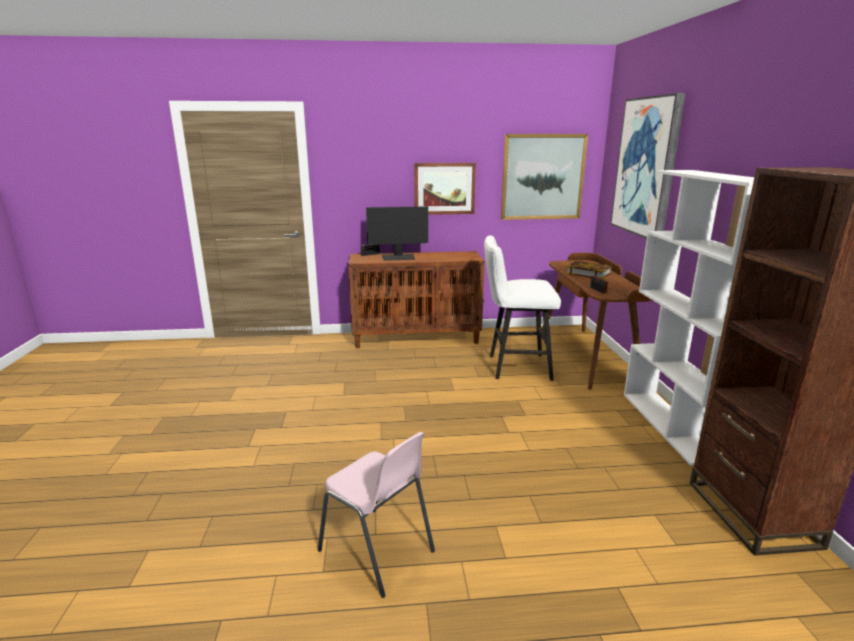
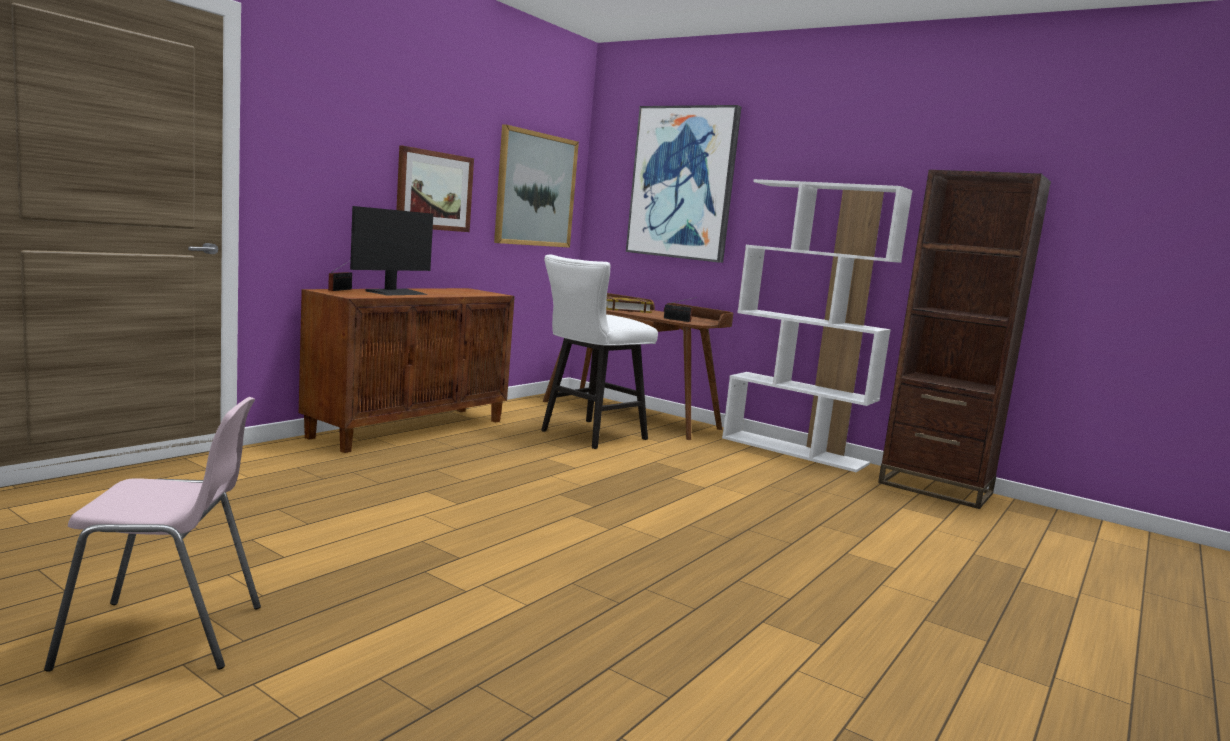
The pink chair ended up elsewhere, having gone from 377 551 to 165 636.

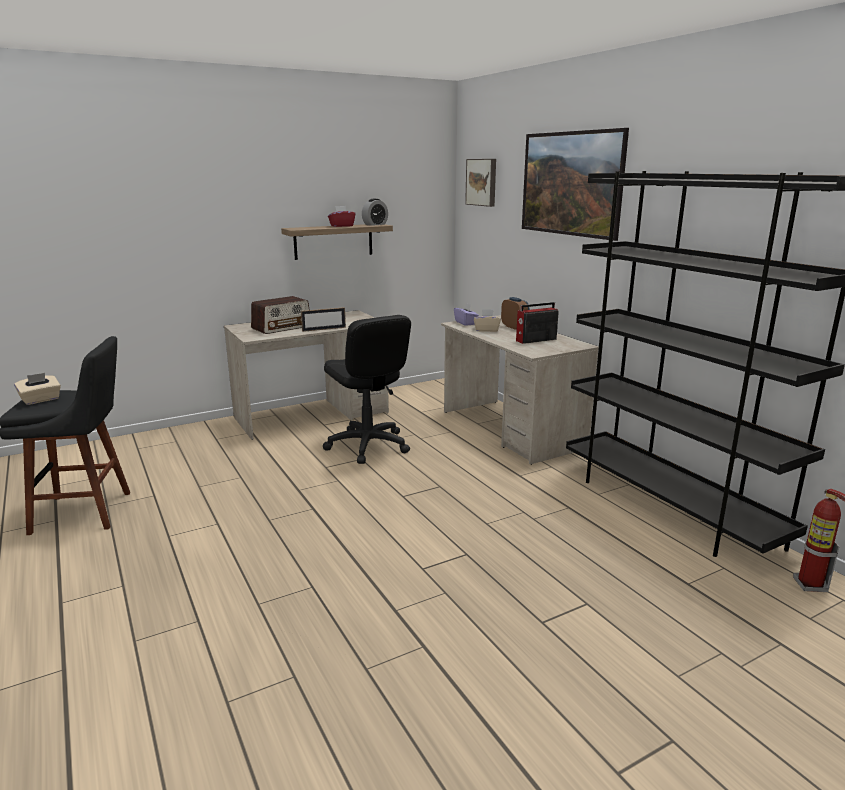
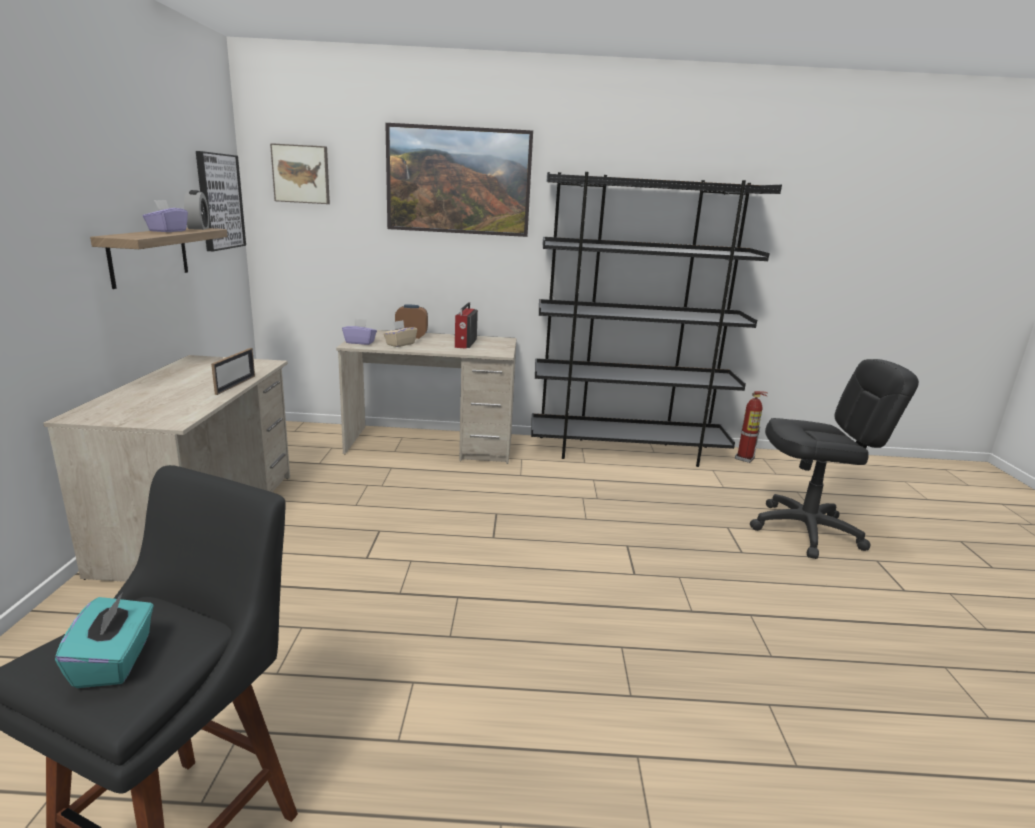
The second view lost the radio at 282 327.
The second view gained the picture at 219 201.
The black office chair ended up elsewhere, having gone from 367 445 to 806 531.
What was the beige tissue box at 40 400 turned into the turquoise tissue box at 115 661.
What was the red tissue box at 341 226 turned into the purple tissue box at 167 231.

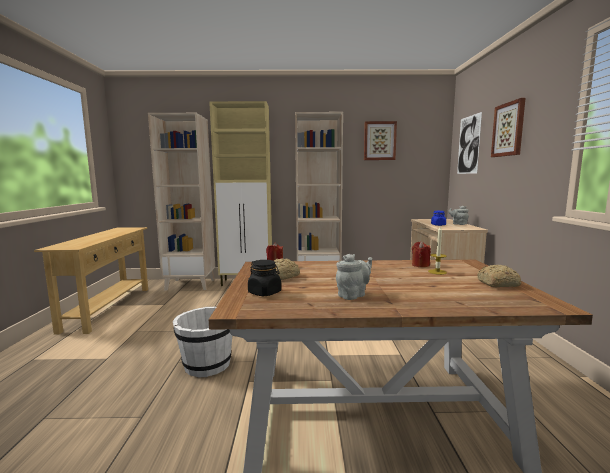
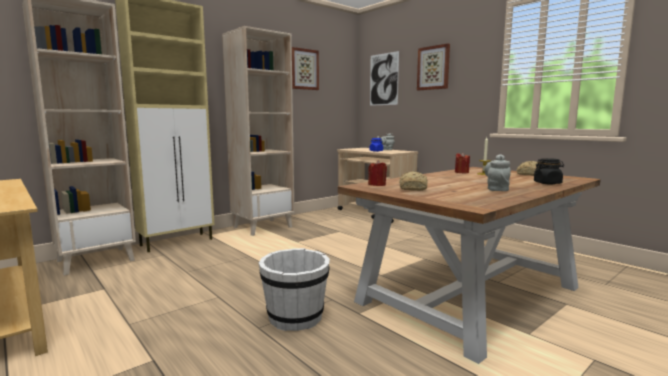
The black jar ended up elsewhere, having gone from 265 293 to 547 183.

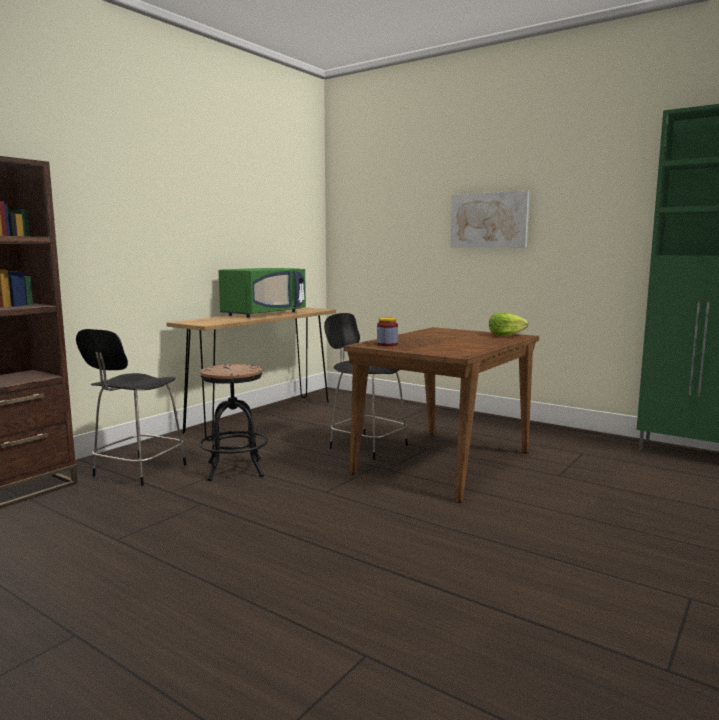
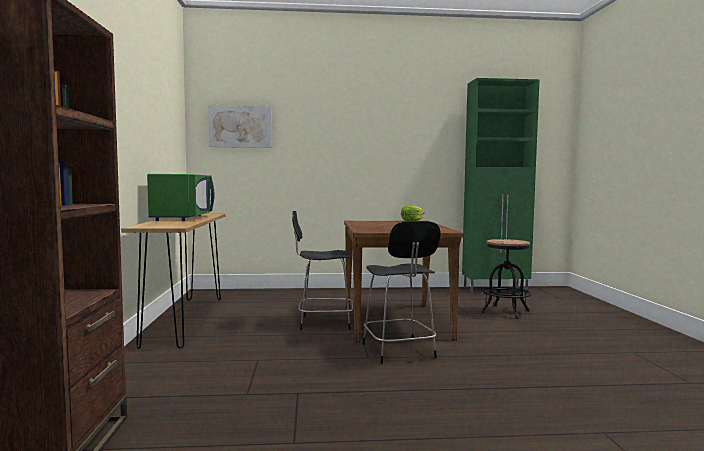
The second view lost the jar at 387 344.
The black chair ended up elsewhere, having gone from 138 471 to 399 352.
The black stool ended up elsewhere, having gone from 235 469 to 505 312.
The picture ended up elsewhere, having gone from 489 220 to 240 126.

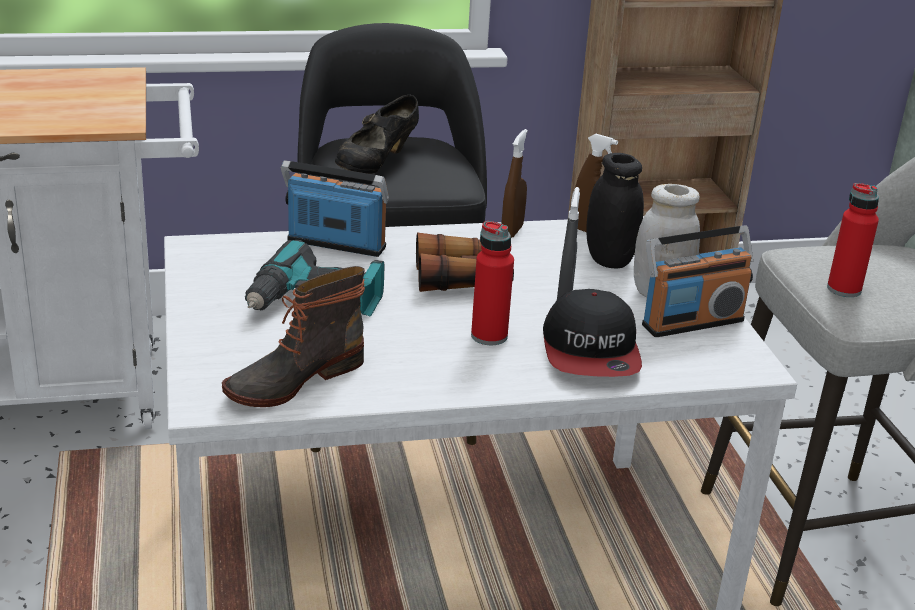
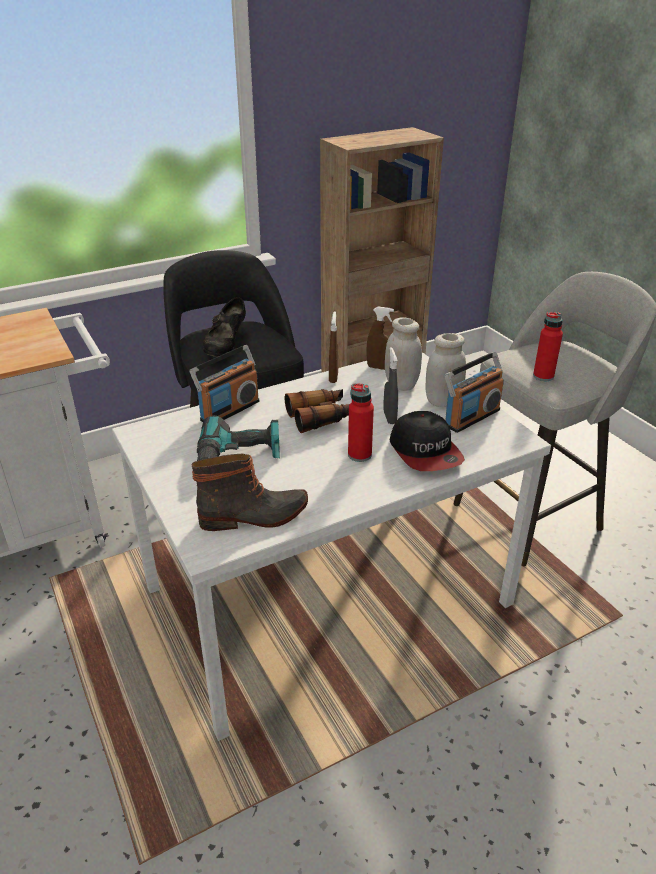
What was the black jar at 609 260 turned into the white jar at 401 385.
The boot at 293 379 ended up facing another way, 135 degrees counterclockwise from before.
The radio at 336 245 ended up facing another way, 135 degrees clockwise from before.

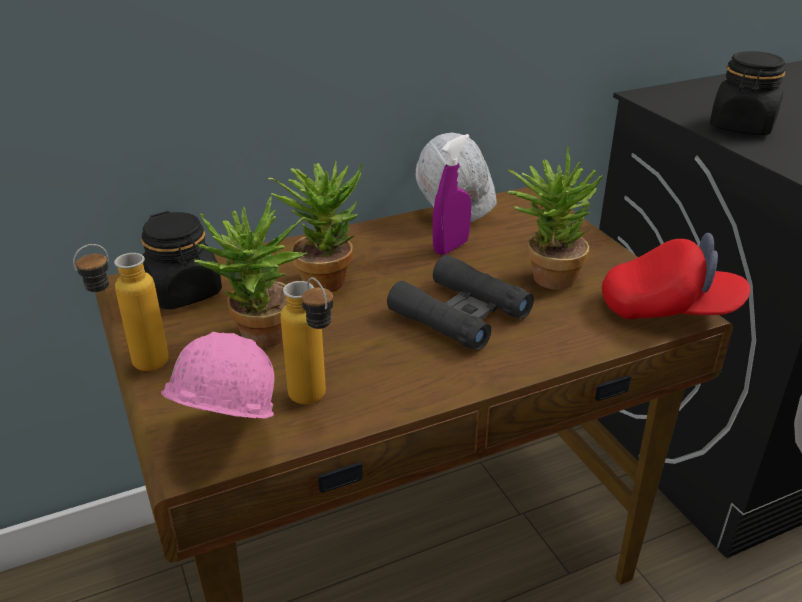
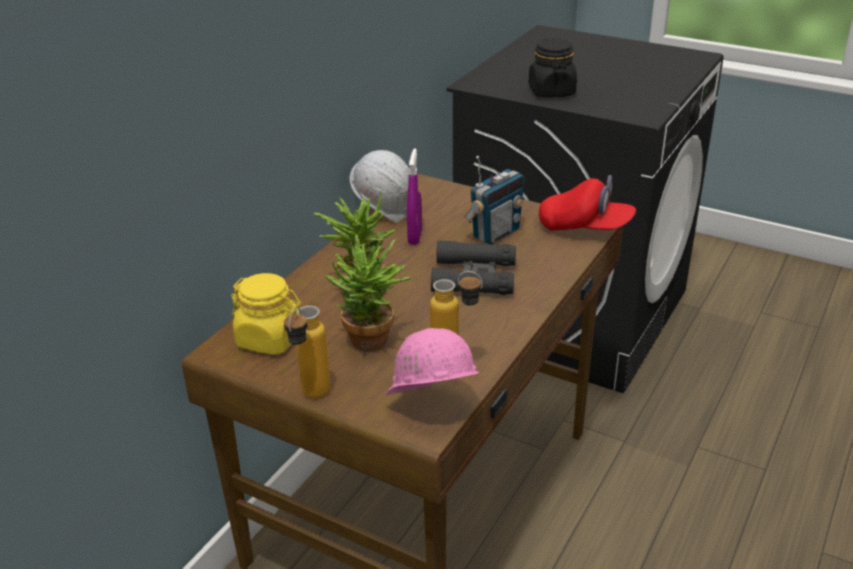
Where the potted plant stood at 545 276, the radio came to stand at 495 233.
What was the black jar at 183 292 turned into the yellow jar at 270 339.
The red cap at 669 309 ended up facing another way, 45 degrees clockwise from before.

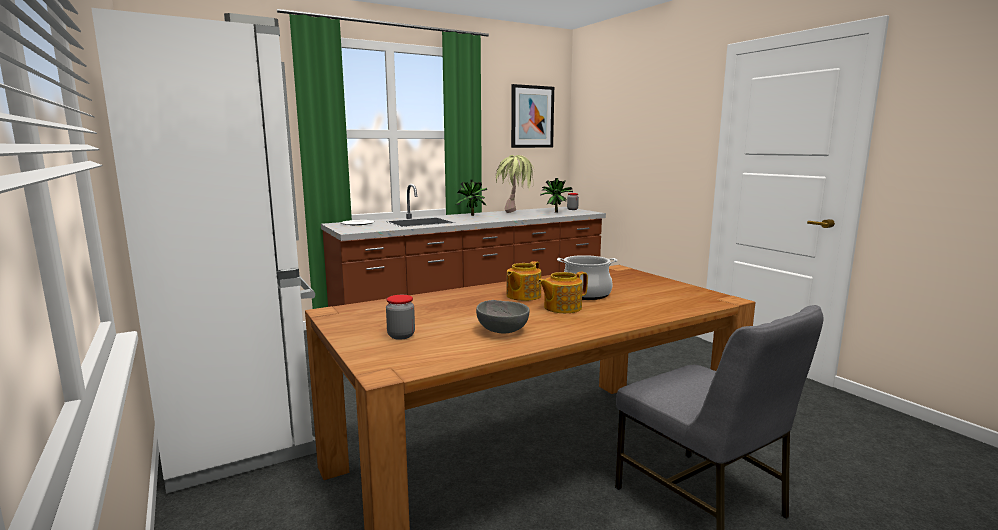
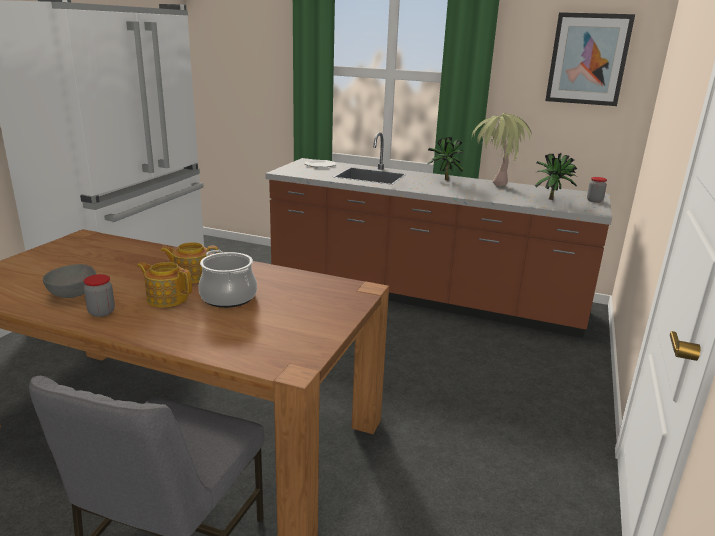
The jar ended up elsewhere, having gone from 401 336 to 101 312.

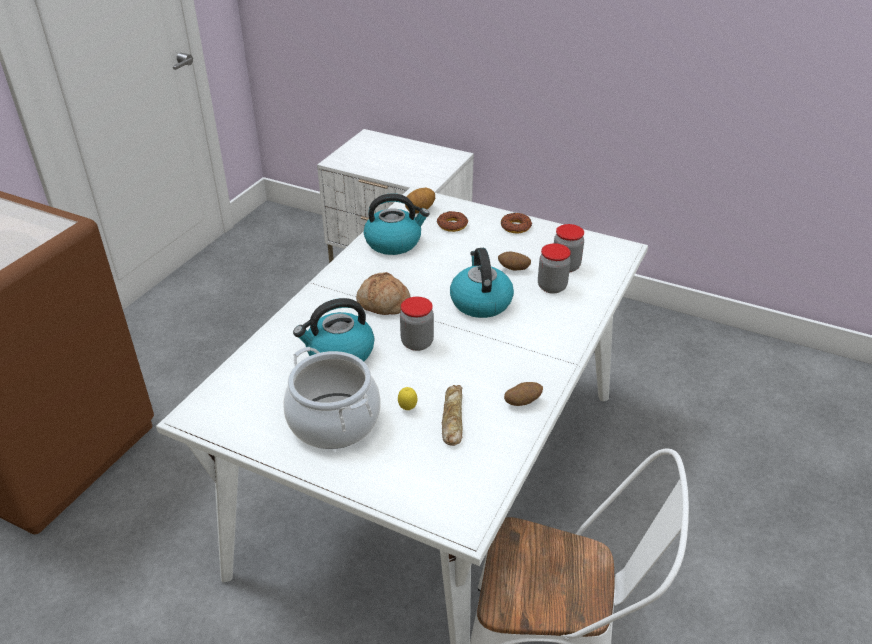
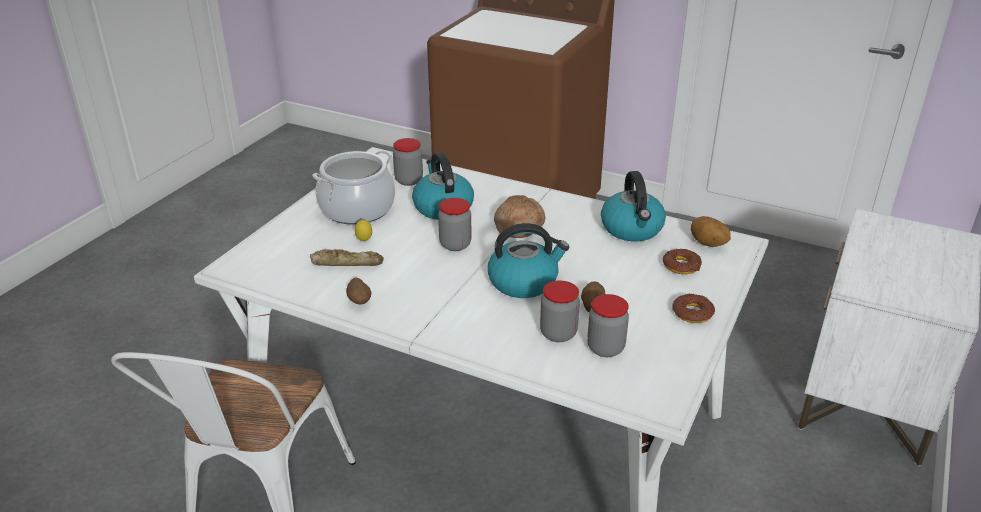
The second view gained the jar at 409 180.

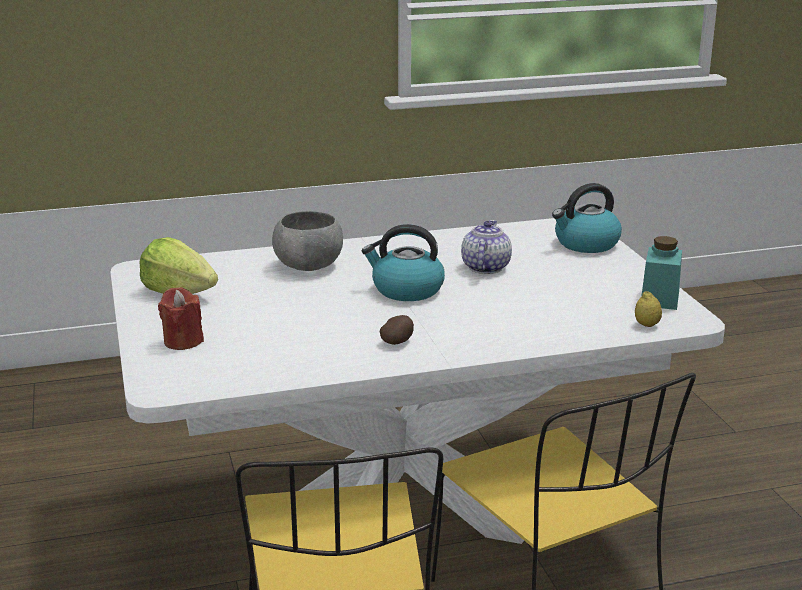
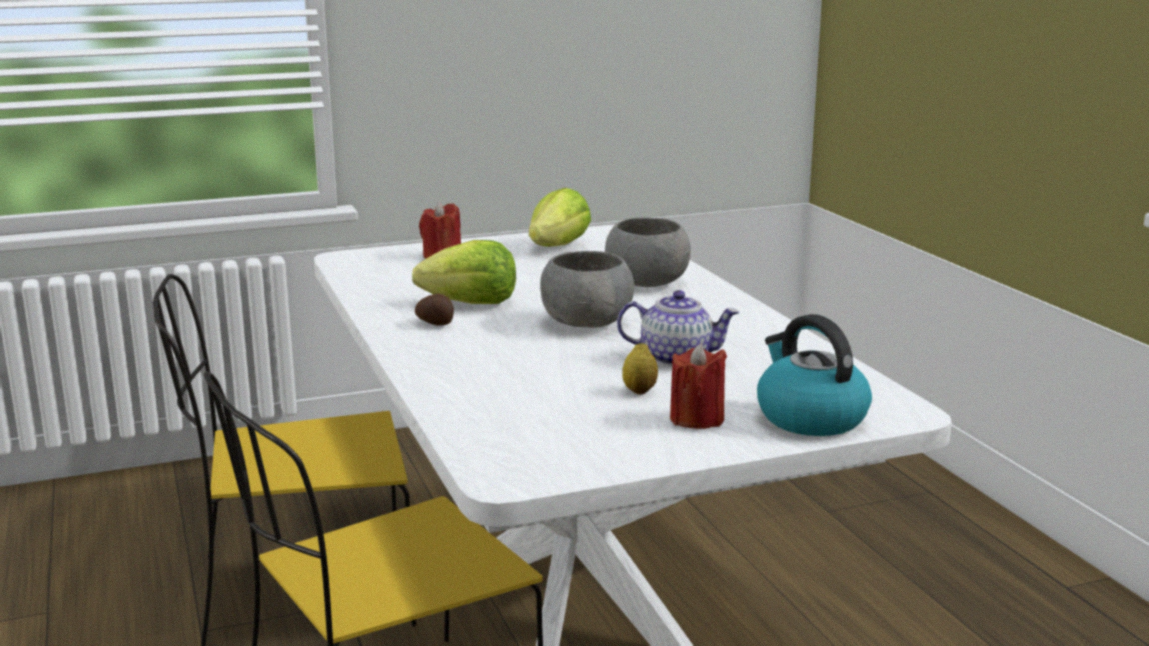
The second view lost the turquoise jar at 659 298.
The second view gained the lettuce at 471 304.
The second view gained the red candle at 697 419.
The lemon ended up elsewhere, having gone from 647 325 to 639 391.
Where the kettle stood at 406 290, the grey bowl came to stand at 585 323.

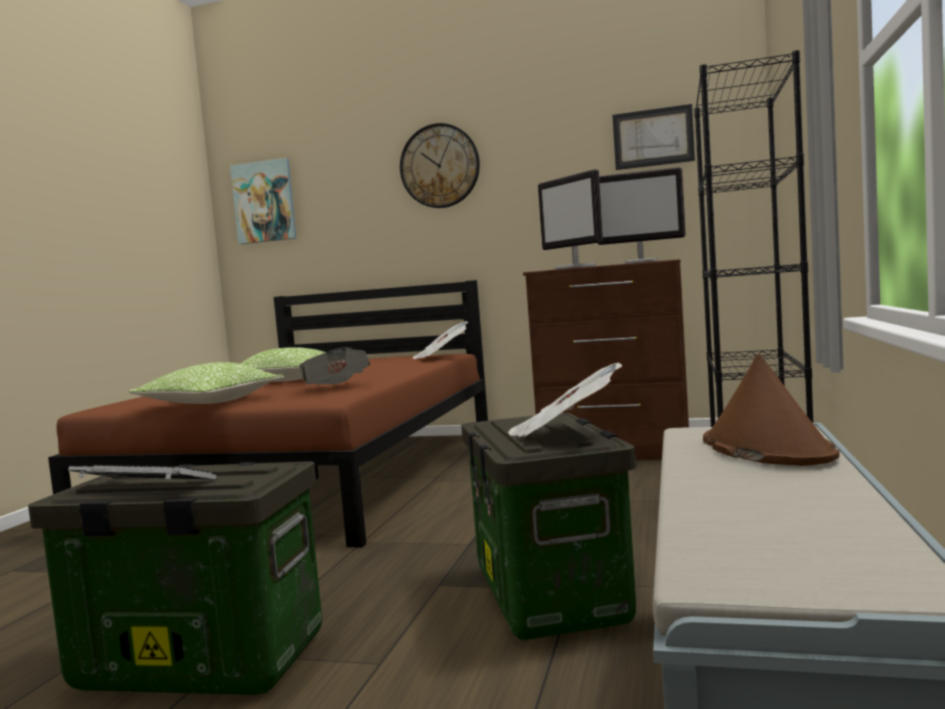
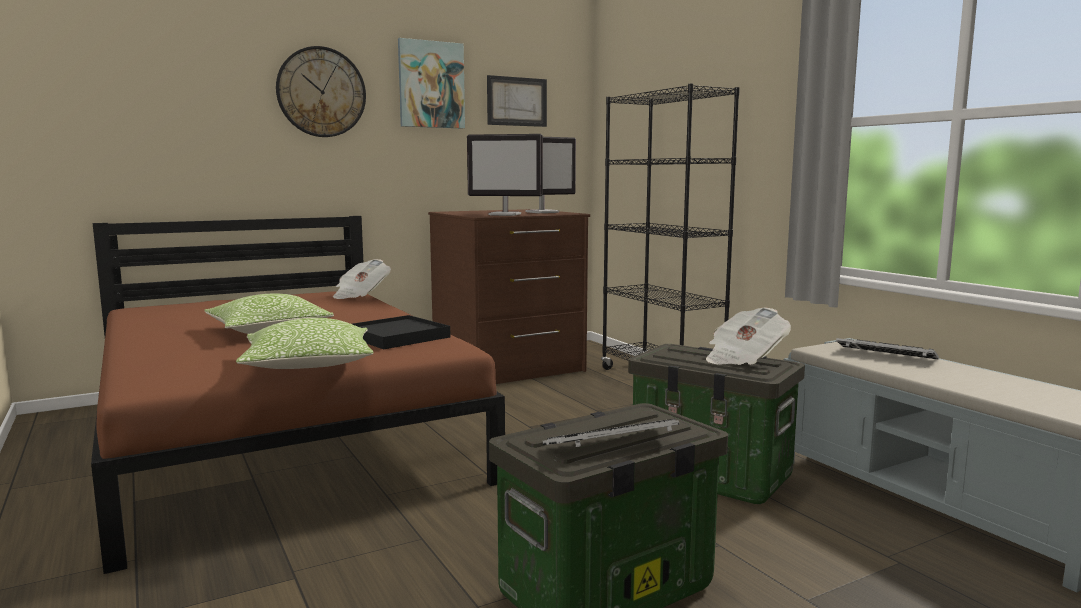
The picture ended up elsewhere, having gone from 264 202 to 431 85.
Where the newspaper stood at 336 388, the black tray came to stand at 397 337.
Where the brown hat stood at 765 448, the keyboard came to stand at 885 356.

